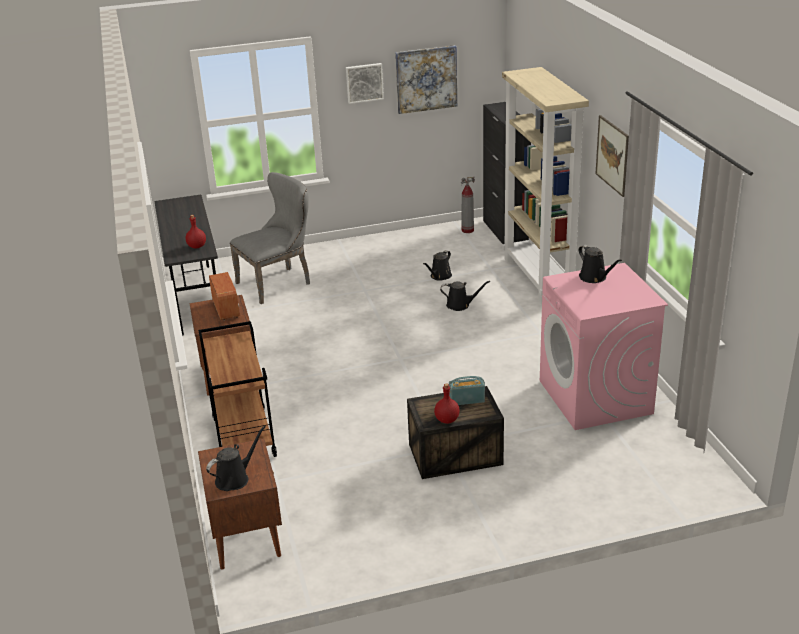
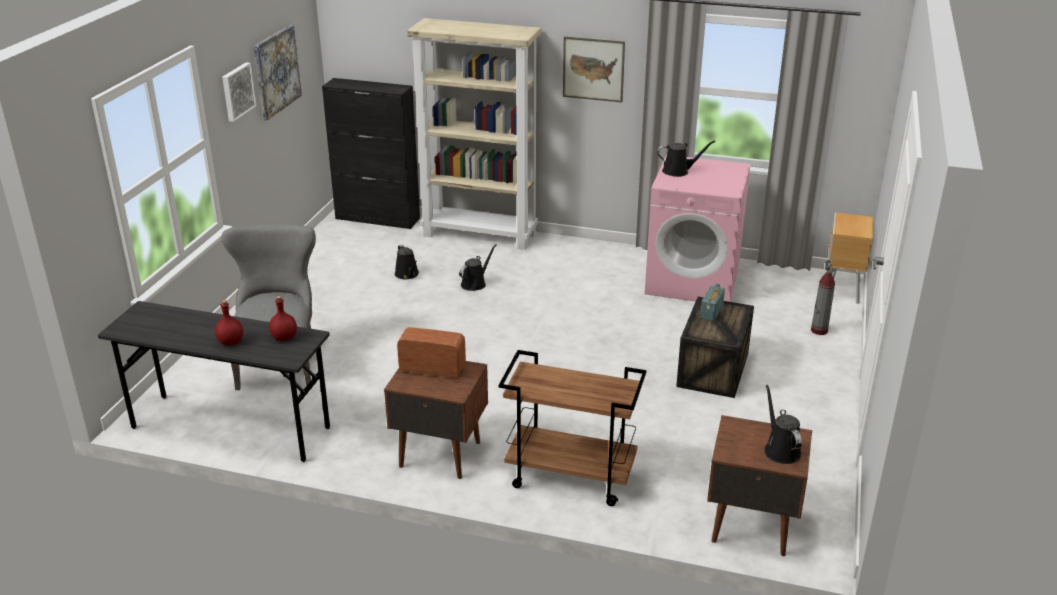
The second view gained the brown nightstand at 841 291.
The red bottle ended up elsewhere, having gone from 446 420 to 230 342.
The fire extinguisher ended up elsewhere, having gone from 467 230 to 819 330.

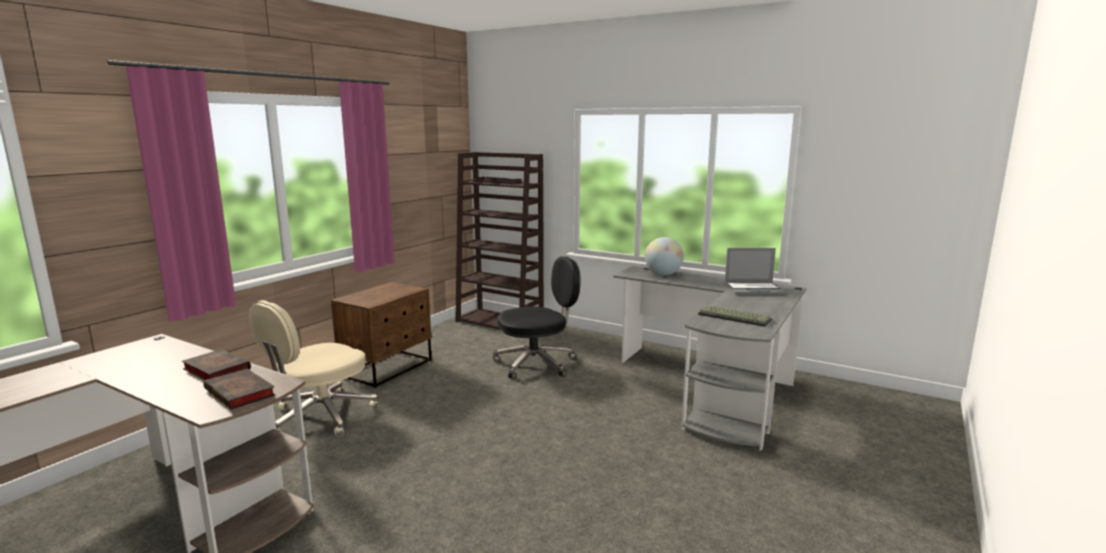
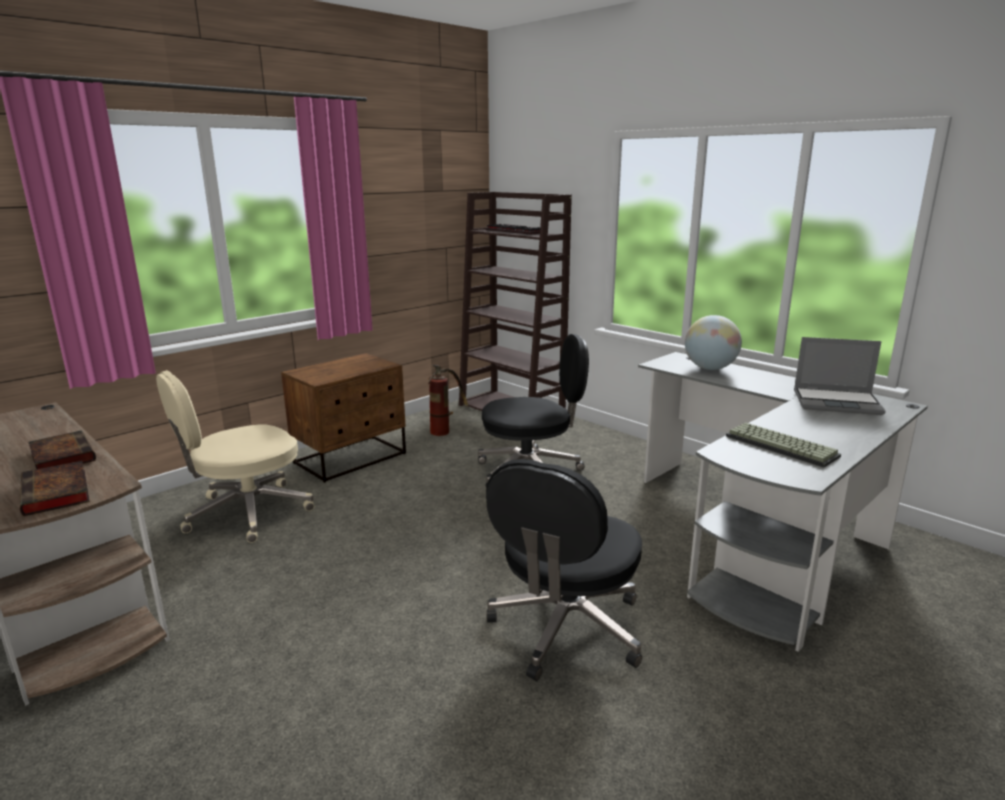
The second view gained the fire extinguisher at 444 429.
The second view gained the black office chair at 566 629.

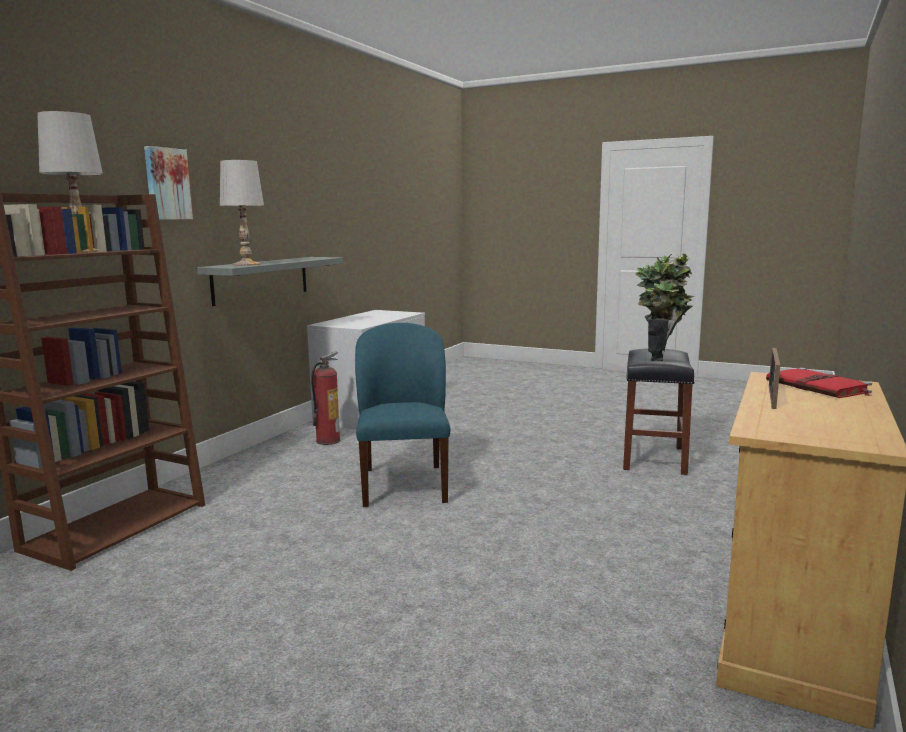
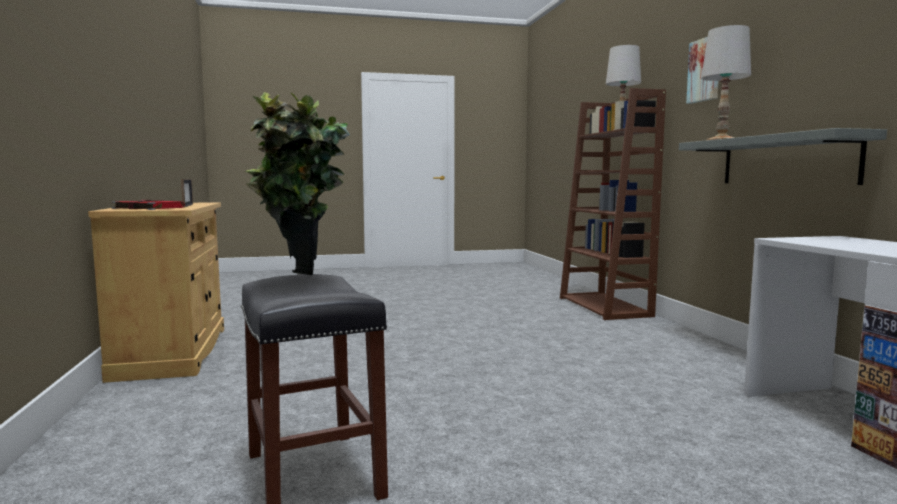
The second view lost the fire extinguisher at 328 440.
The second view lost the blue chair at 404 484.

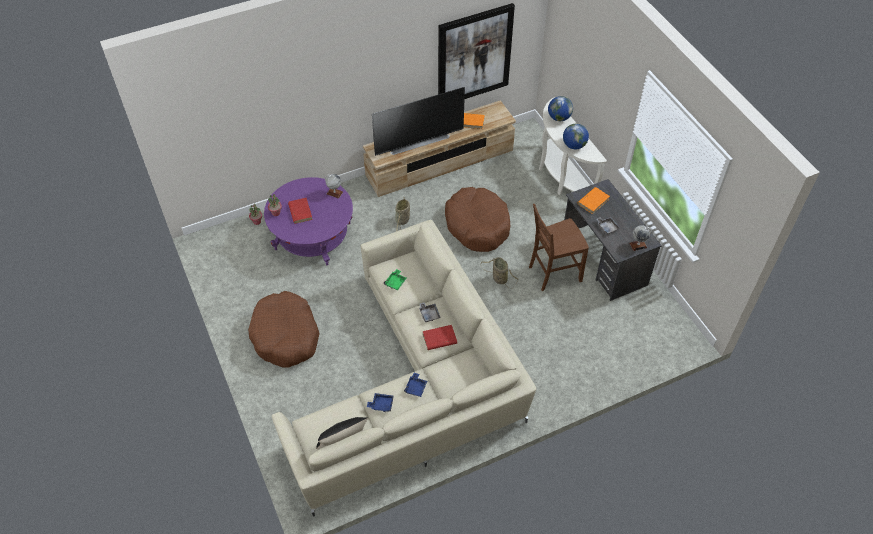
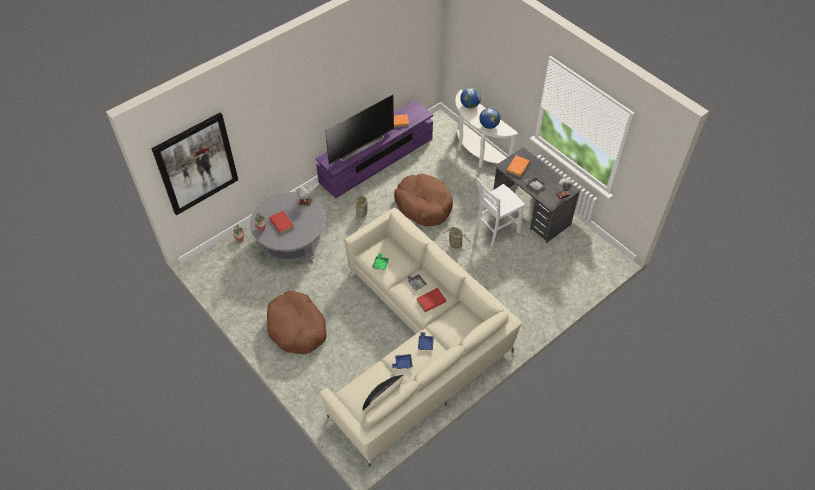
The picture ended up elsewhere, having gone from 474 55 to 196 164.
What was the purple coffee table at 312 236 turned into the grey coffee table at 291 241.
What was the beige tv stand at 440 163 turned into the purple tv stand at 376 160.
What was the brown chair at 553 273 turned into the white chair at 495 231.

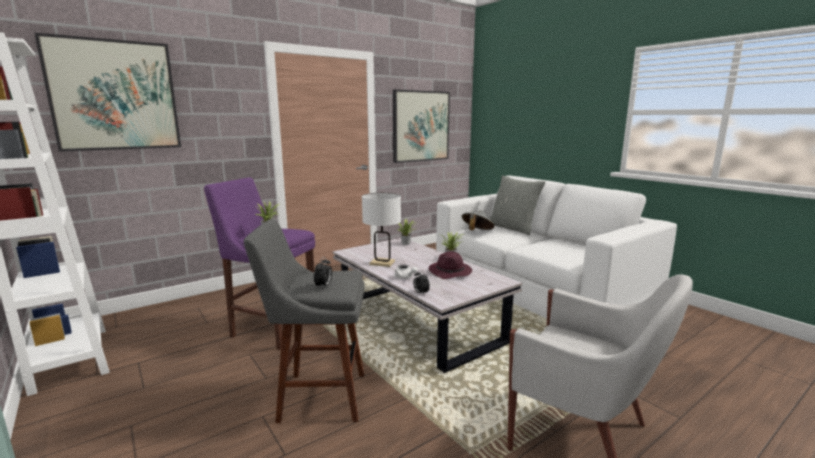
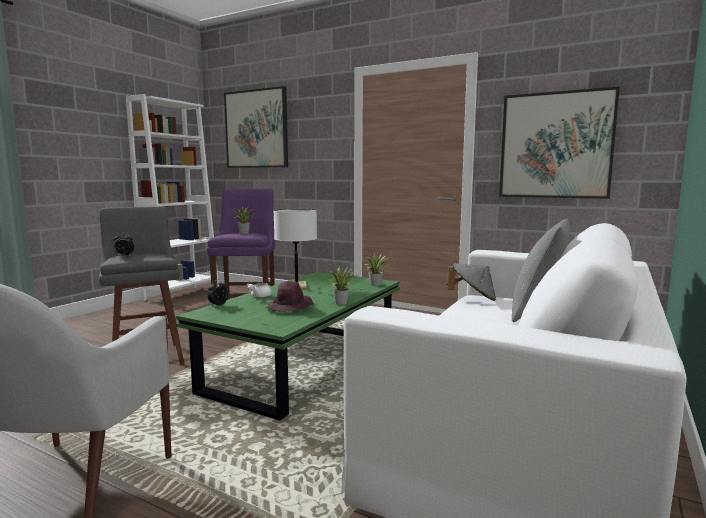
What was the white coffee table at 417 321 turned into the green coffee table at 304 365.

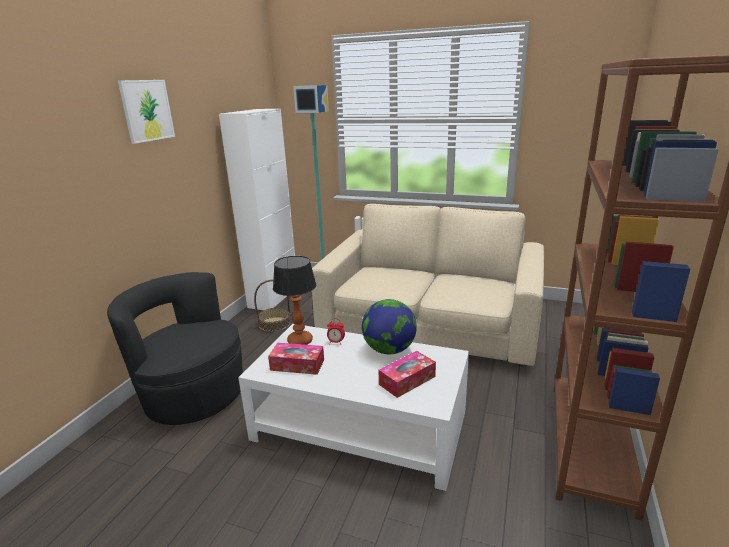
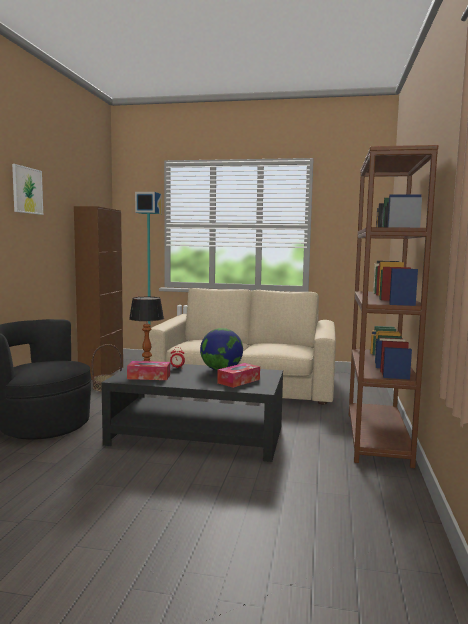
What was the white cabinet at 273 297 turned into the brown cabinet at 101 373.
What was the white coffee table at 360 426 turned into the black coffee table at 197 436.

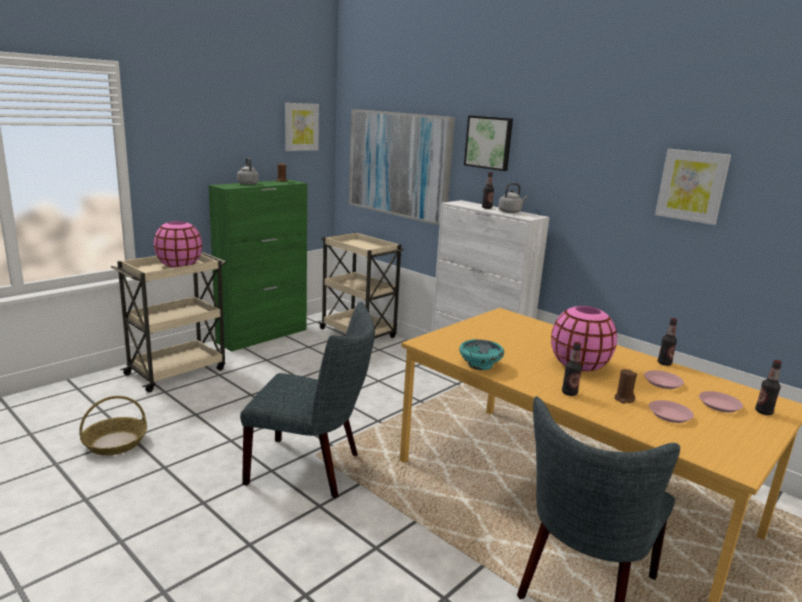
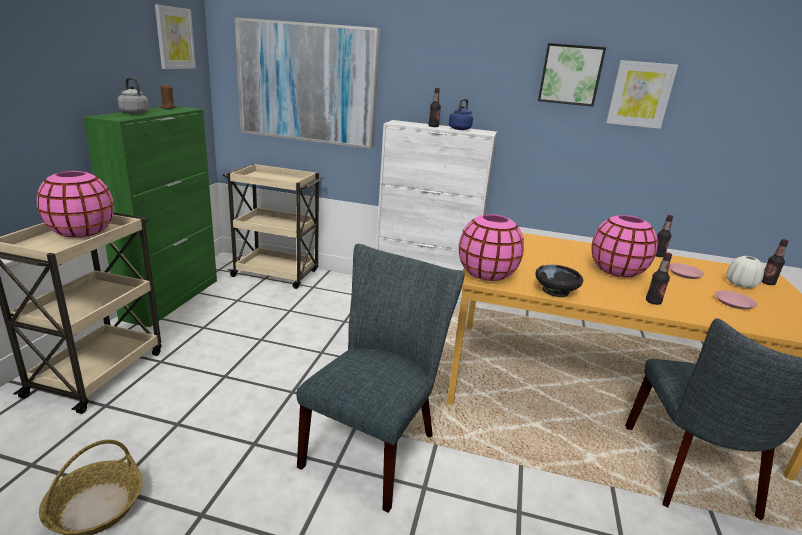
The second view lost the brown candle at 624 399.
The second view gained the pink vase at 486 275.
The picture ended up elsewhere, having gone from 489 142 to 570 75.
Where the pink plate stood at 719 405, the white vase came to stand at 740 284.
What was the turquoise bowl at 480 365 turned into the black bowl at 555 291.
What was the grey kettle at 510 212 turned into the blue kettle at 460 129.
The grey chair at 311 468 ended up facing another way, 45 degrees counterclockwise from before.

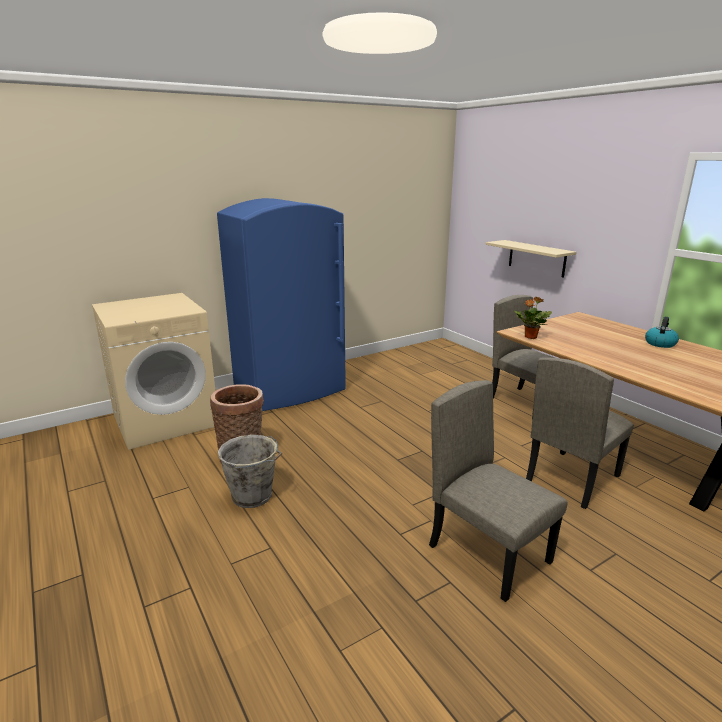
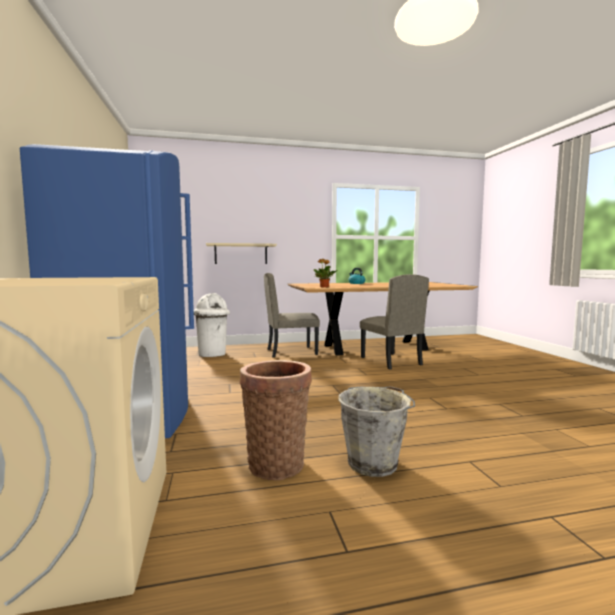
The second view lost the beige chair at 489 553.
The second view gained the white trash can at 212 354.

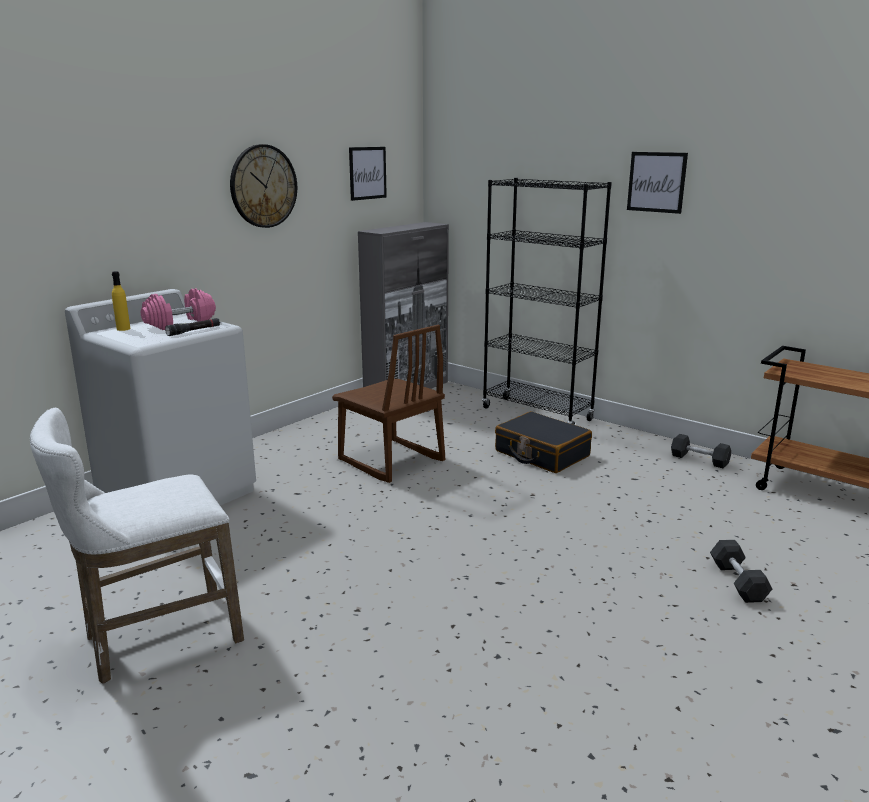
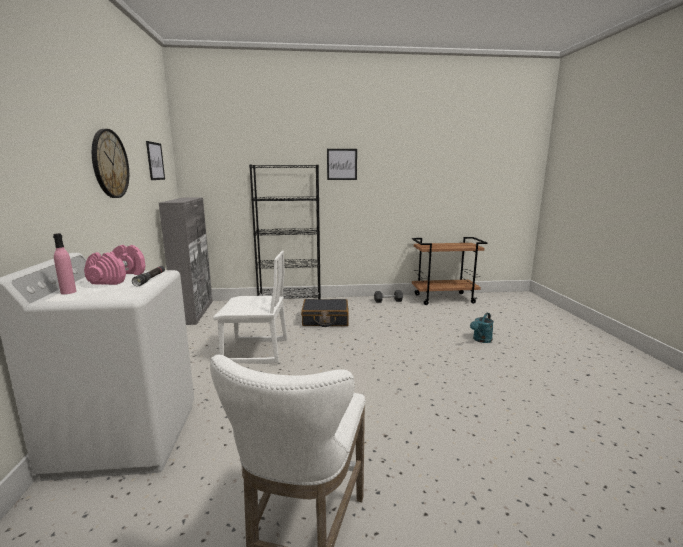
Where the grey dumbbell stood at 737 582, the turquoise watering can came to stand at 481 340.
What was the yellow bottle at 123 329 turned into the pink bottle at 68 292.
What was the brown chair at 390 461 turned into the white chair at 255 352.

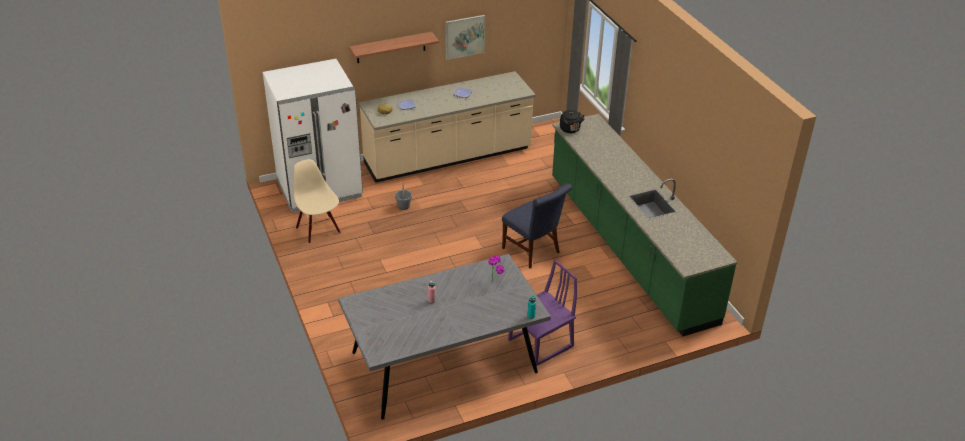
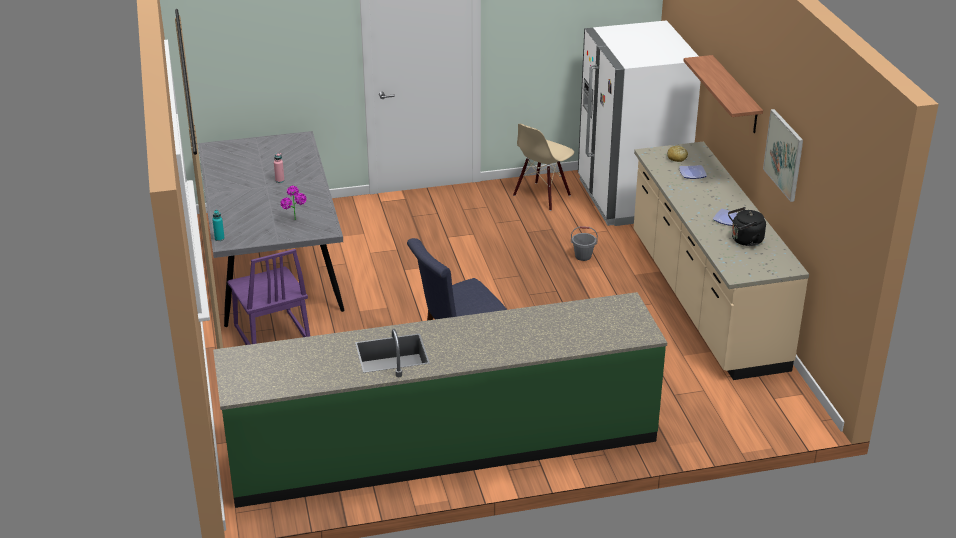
The black kettle ended up elsewhere, having gone from 570 130 to 745 240.
The beige chair at 318 230 ended up facing another way, 150 degrees clockwise from before.

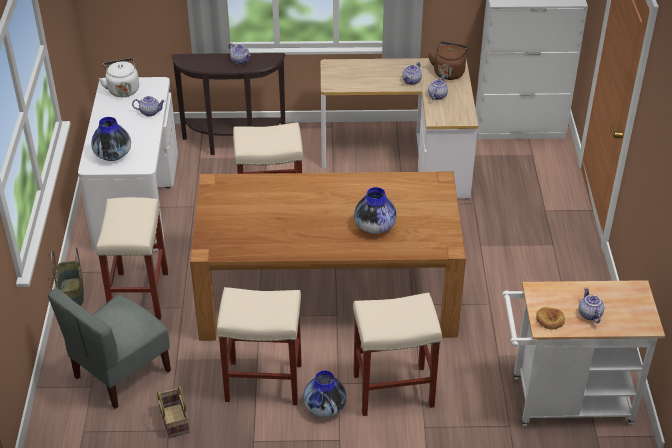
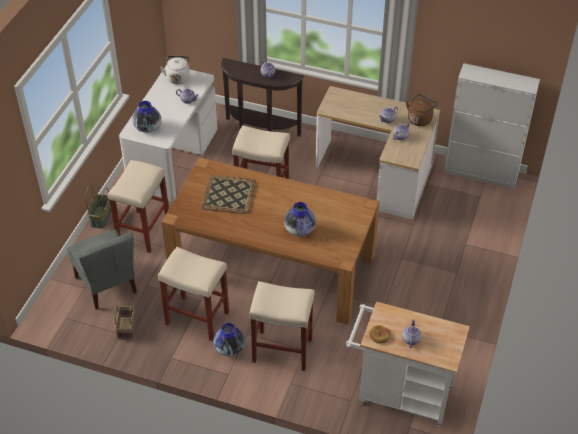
The second view gained the tray at 229 195.
The grey chair at 121 373 ended up facing another way, 90 degrees counterclockwise from before.

